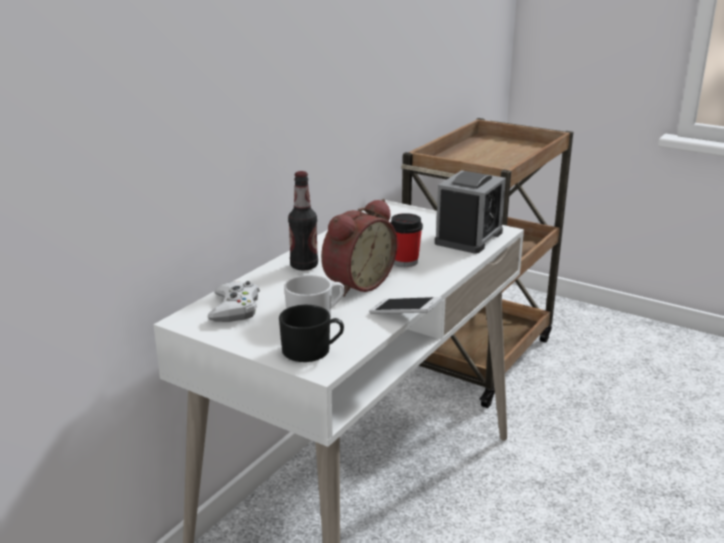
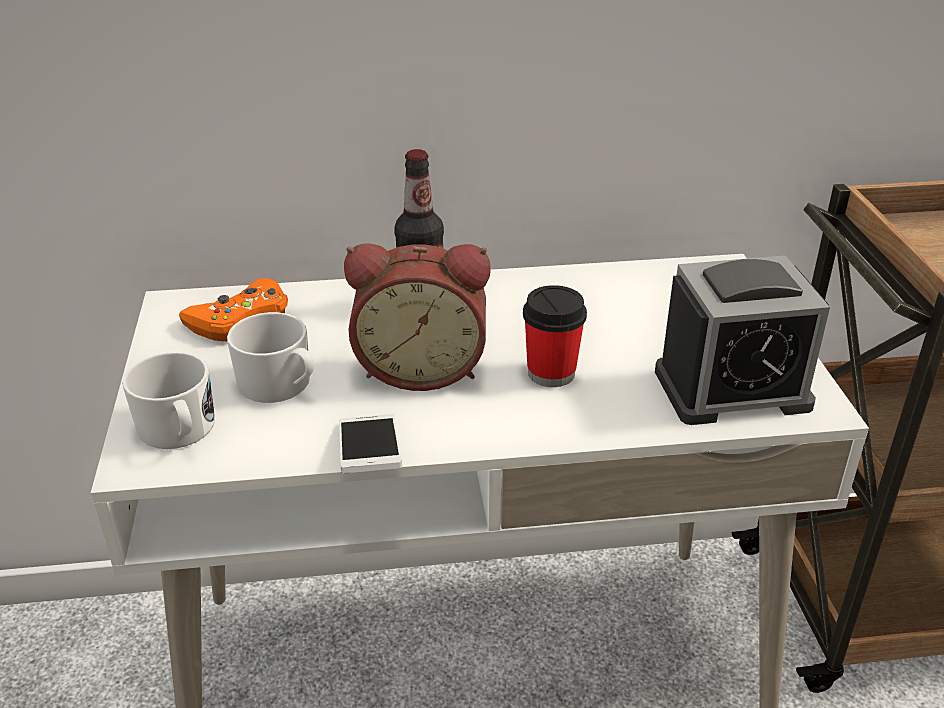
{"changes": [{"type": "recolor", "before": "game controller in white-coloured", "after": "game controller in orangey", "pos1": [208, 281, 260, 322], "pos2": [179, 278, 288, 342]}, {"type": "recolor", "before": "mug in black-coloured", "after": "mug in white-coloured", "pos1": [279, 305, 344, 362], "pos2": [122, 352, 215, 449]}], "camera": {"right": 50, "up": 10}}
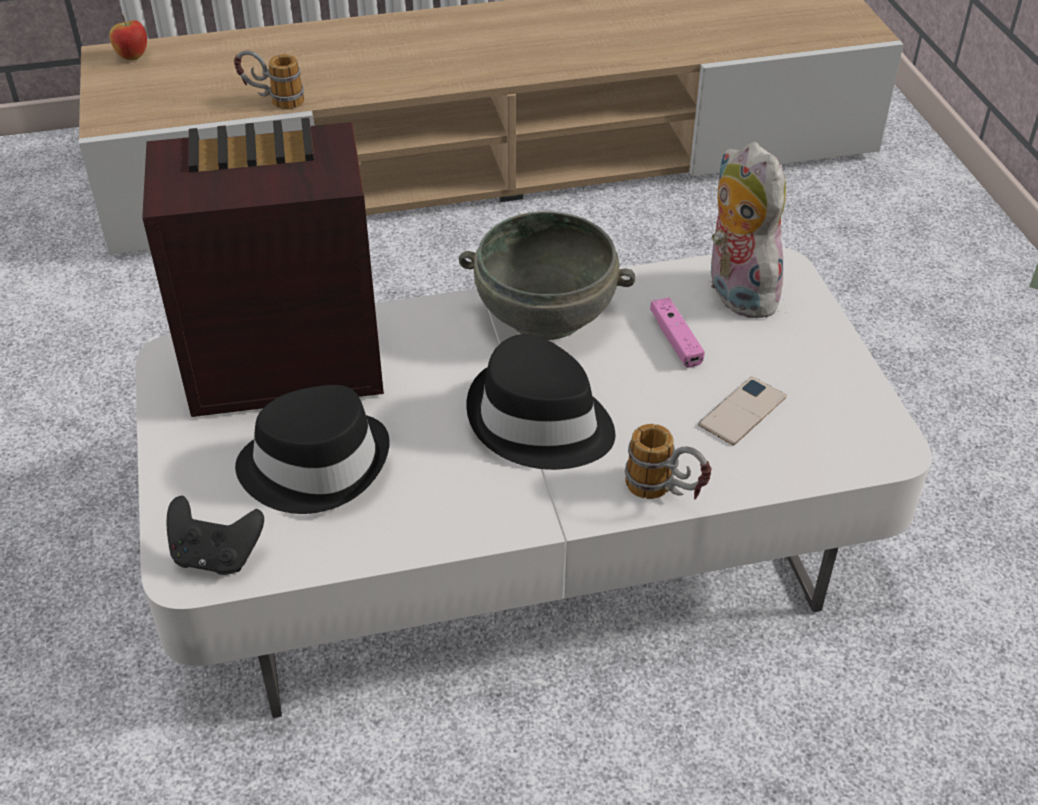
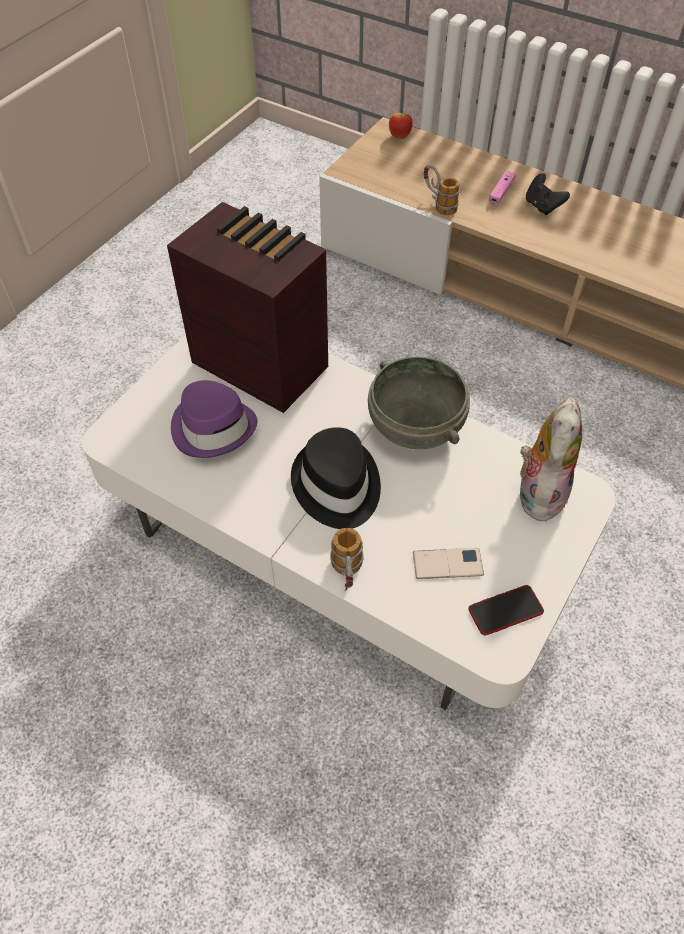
{"changes": [{"type": "move", "before": "game controller in pinkish", "pos1": [650, 298, 705, 368], "pos2": [489, 171, 516, 205]}, {"type": "recolor", "before": "wearable hat in black-coloured", "after": "wearable hat in purple-coloured", "pos1": [235, 385, 390, 514], "pos2": [171, 380, 257, 458]}, {"type": "move", "before": "game controller in black-coloured", "pos1": [166, 496, 264, 575], "pos2": [526, 173, 570, 215]}, {"type": "insert", "after": "telephone", "pos2": [468, 585, 544, 635]}], "camera": {"right": 45, "up": 10}}
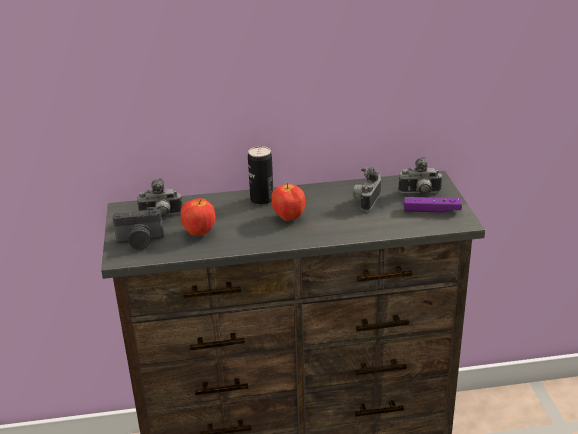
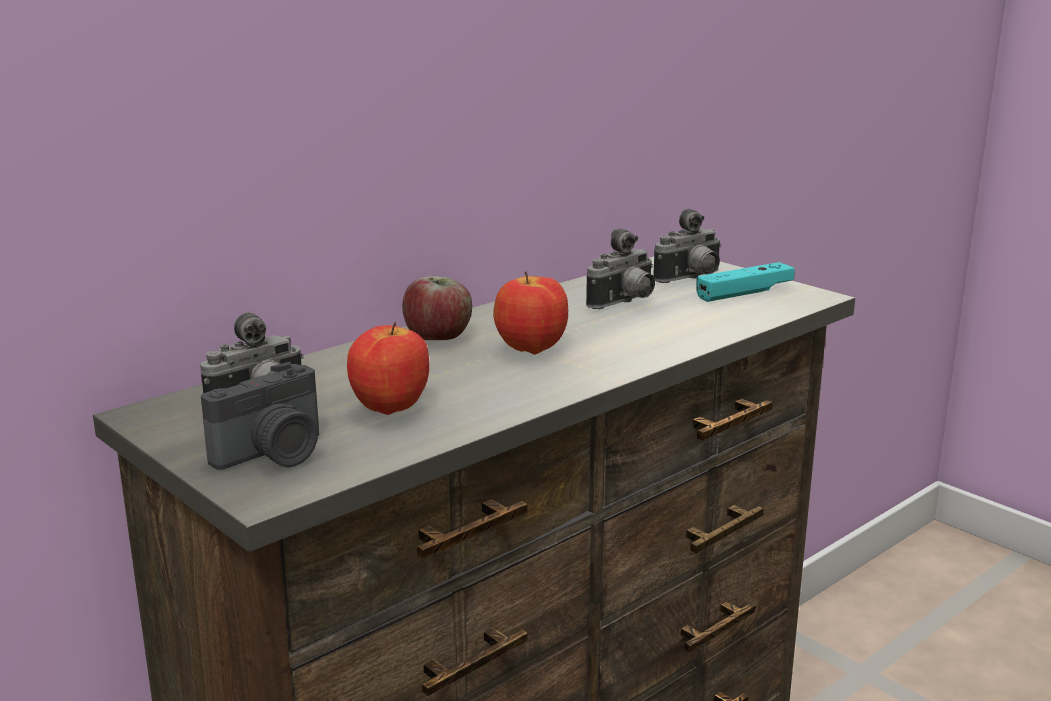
{"changes": [{"type": "replace", "before": "sealed can", "after": "whole apple", "pos1": [248, 146, 273, 205], "pos2": [402, 276, 472, 340]}, {"type": "rotate", "before": "photo camera", "pos1": [353, 167, 381, 211], "pos2": [586, 229, 655, 309], "turn": -120}, {"type": "recolor", "before": "game controller in purple-coloured", "after": "game controller in turquoise-coloured", "pos1": [404, 197, 462, 212], "pos2": [696, 262, 795, 302]}], "camera": {"right": -35, "up": -10}}
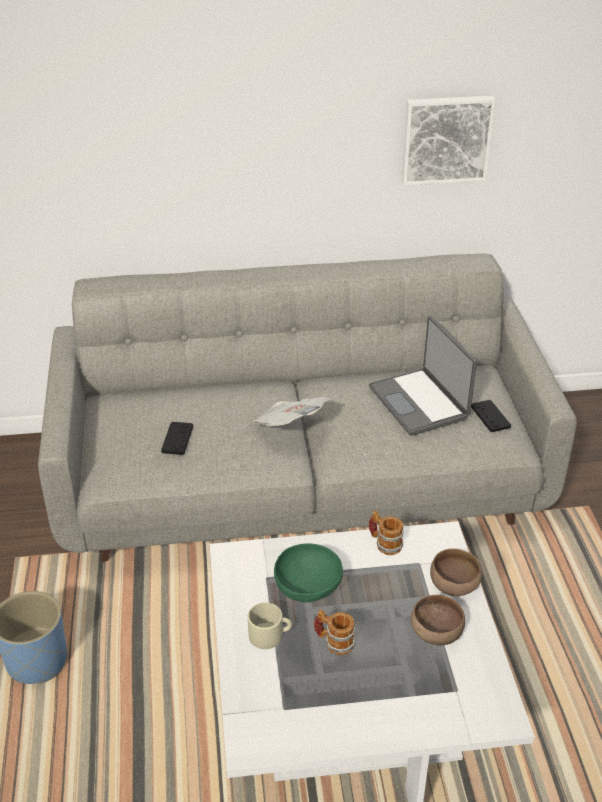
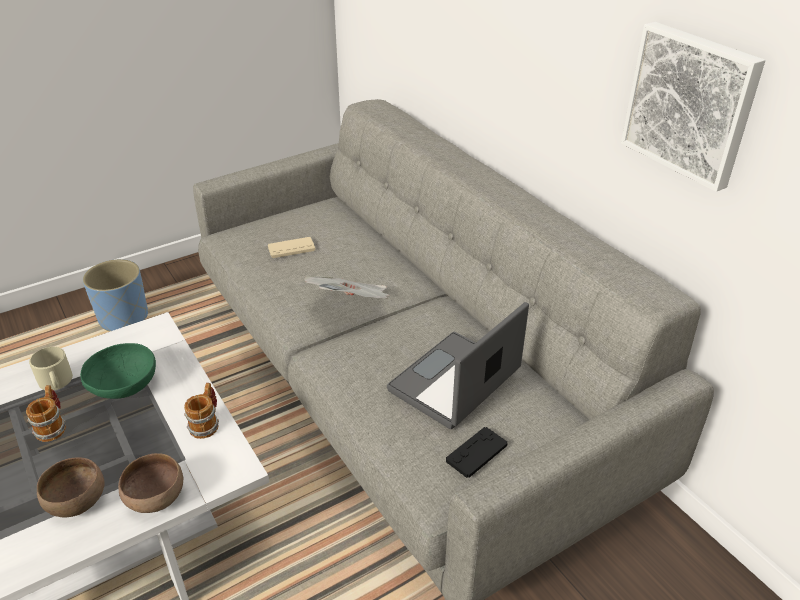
{"changes": [{"type": "recolor", "before": "game controller in black-coloured", "after": "game controller in beige-coloured", "pos1": [161, 422, 193, 455], "pos2": [268, 237, 315, 258]}], "camera": {"right": 65, "up": 0}}
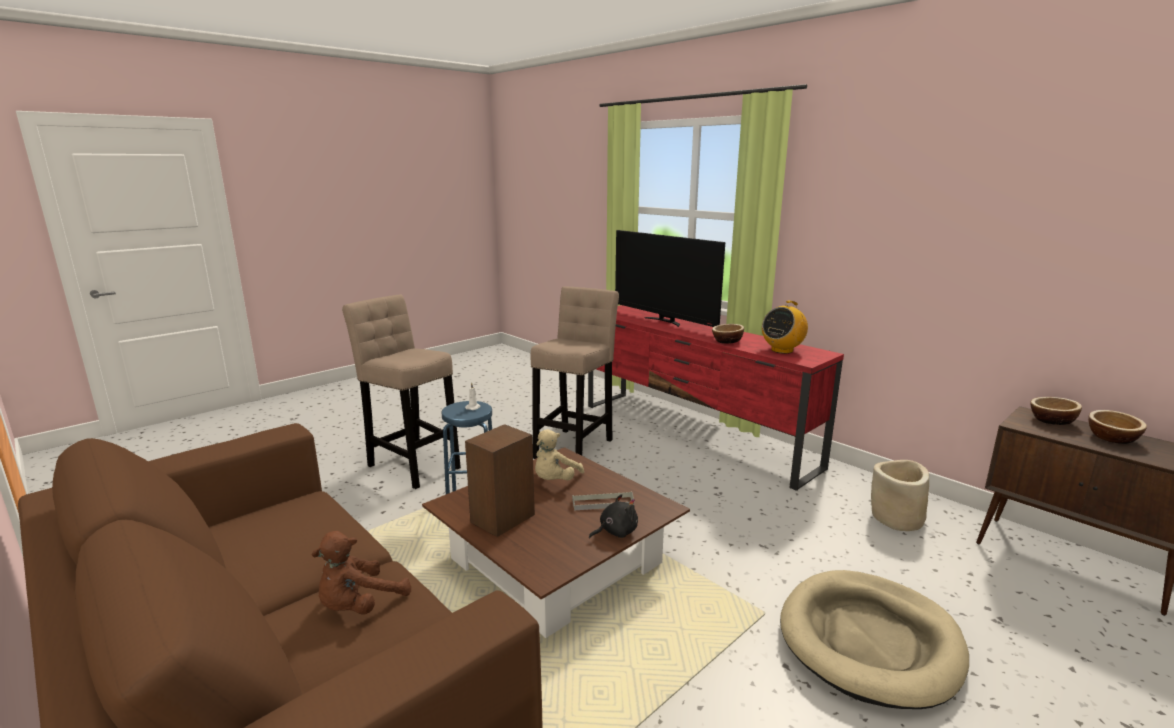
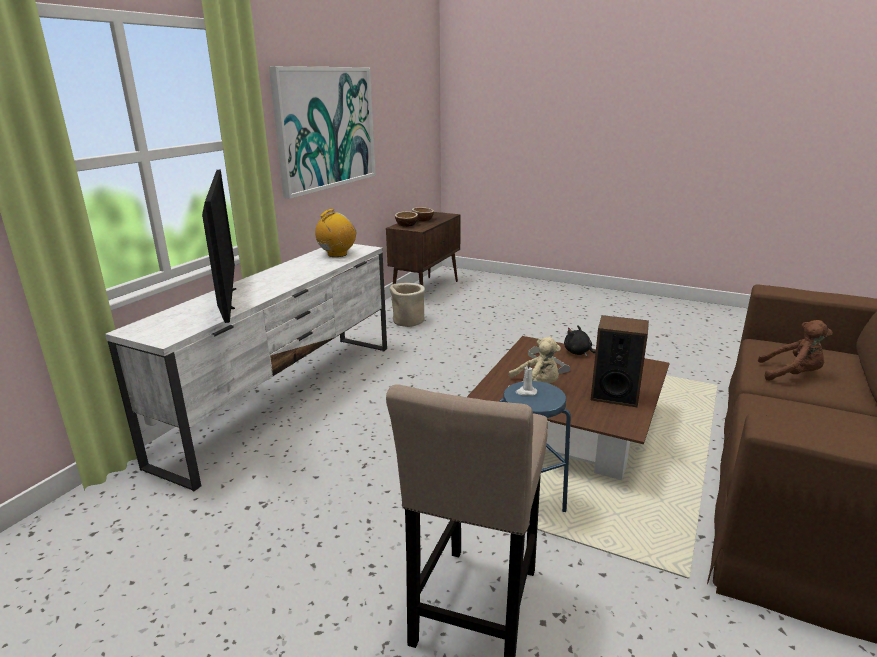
{"changes": [{"type": "rotate", "before": "TV set", "pos1": [615, 230, 725, 327], "pos2": [202, 170, 236, 323], "turn": -45}, {"type": "delete", "before": "stool seat in beige-coloured", "pos1": [530, 286, 619, 459]}, {"type": "rotate", "before": "radio", "pos1": [762, 300, 808, 354], "pos2": [315, 209, 356, 257], "turn": -75}, {"type": "recolor", "before": "tv unit in reddish", "after": "tv unit in white-coloured", "pos1": [588, 305, 844, 491], "pos2": [105, 244, 387, 491]}, {"type": "delete", "before": "deep dish", "pos1": [712, 324, 744, 344]}, {"type": "delete", "before": "dog cushion in beige-coloured", "pos1": [780, 570, 969, 709]}, {"type": "insert", "after": "picture", "pos2": [269, 66, 376, 199]}], "camera": {"right": -110, "up": 5}}
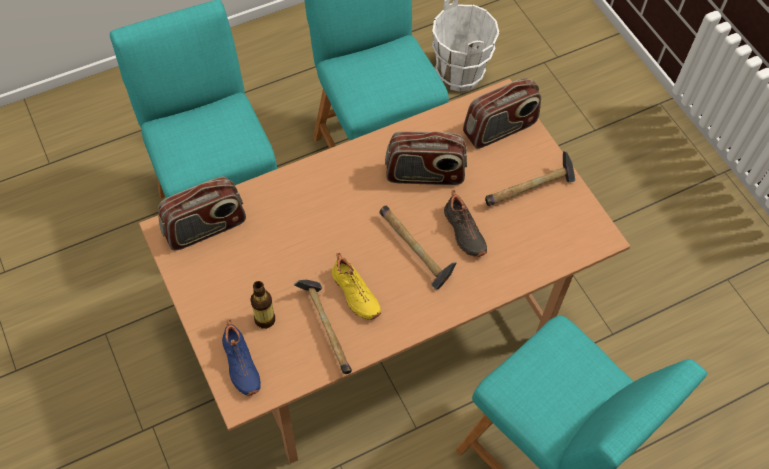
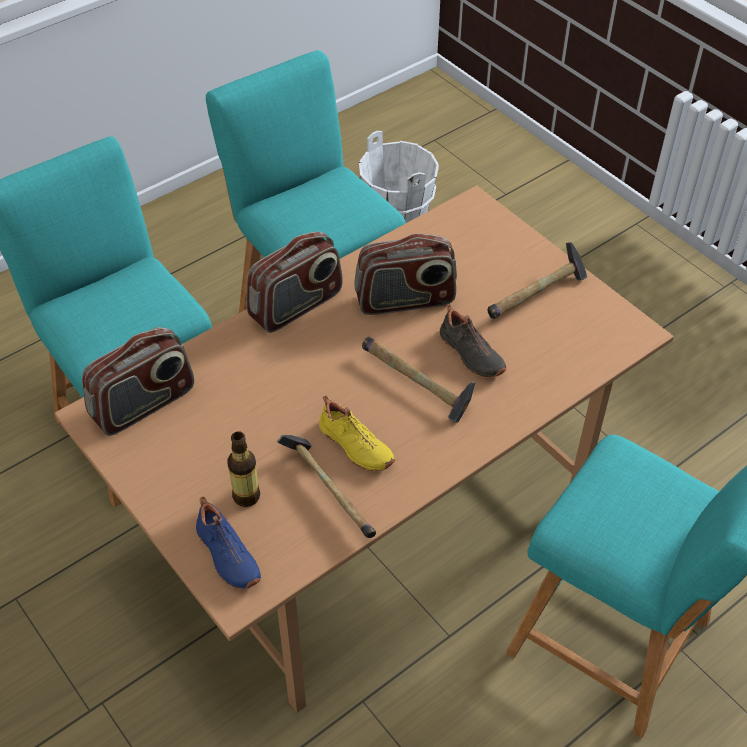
{"changes": [{"type": "move", "before": "radio", "pos1": [463, 78, 541, 149], "pos2": [246, 232, 343, 333]}], "camera": {"right": -10, "up": -10}}
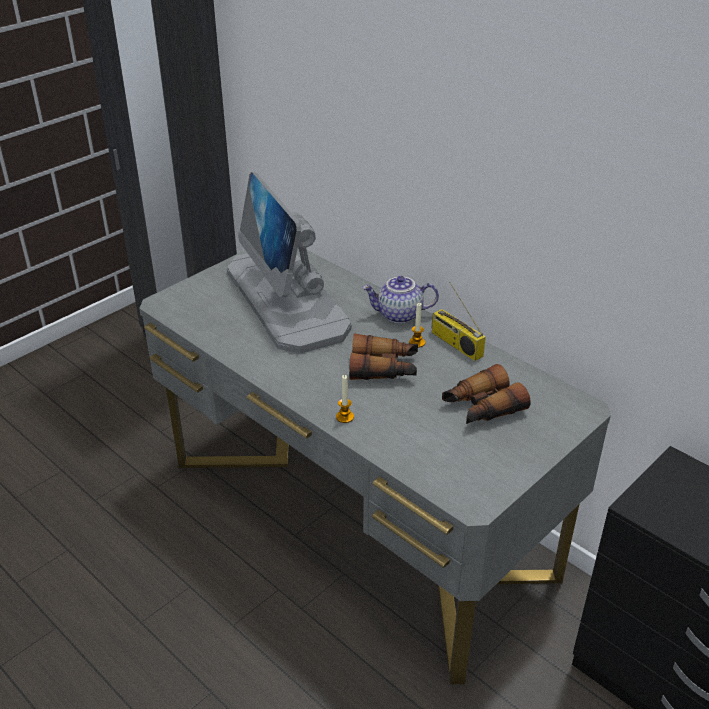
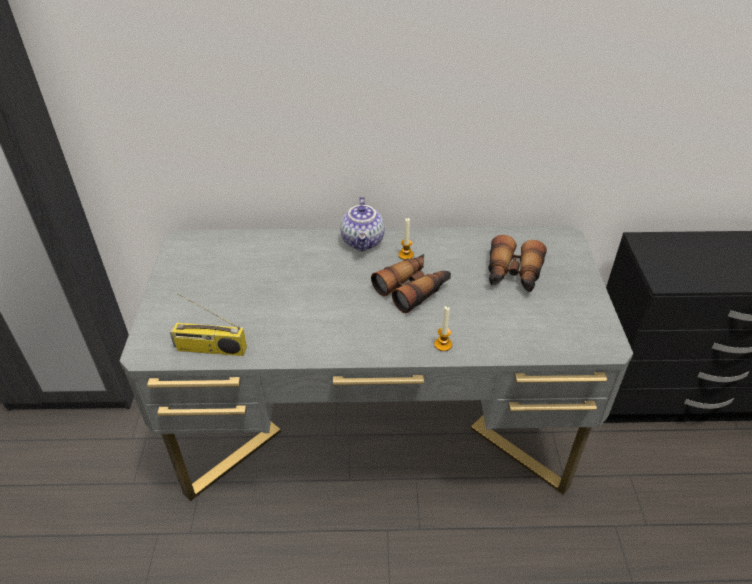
{"changes": [{"type": "delete", "before": "computer screen", "pos1": [227, 172, 352, 354]}, {"type": "rotate", "before": "teapot", "pos1": [362, 276, 439, 324], "pos2": [341, 196, 385, 251], "turn": -45}, {"type": "move", "before": "radio", "pos1": [431, 282, 486, 361], "pos2": [170, 294, 247, 356]}], "camera": {"right": -45, "up": 5}}
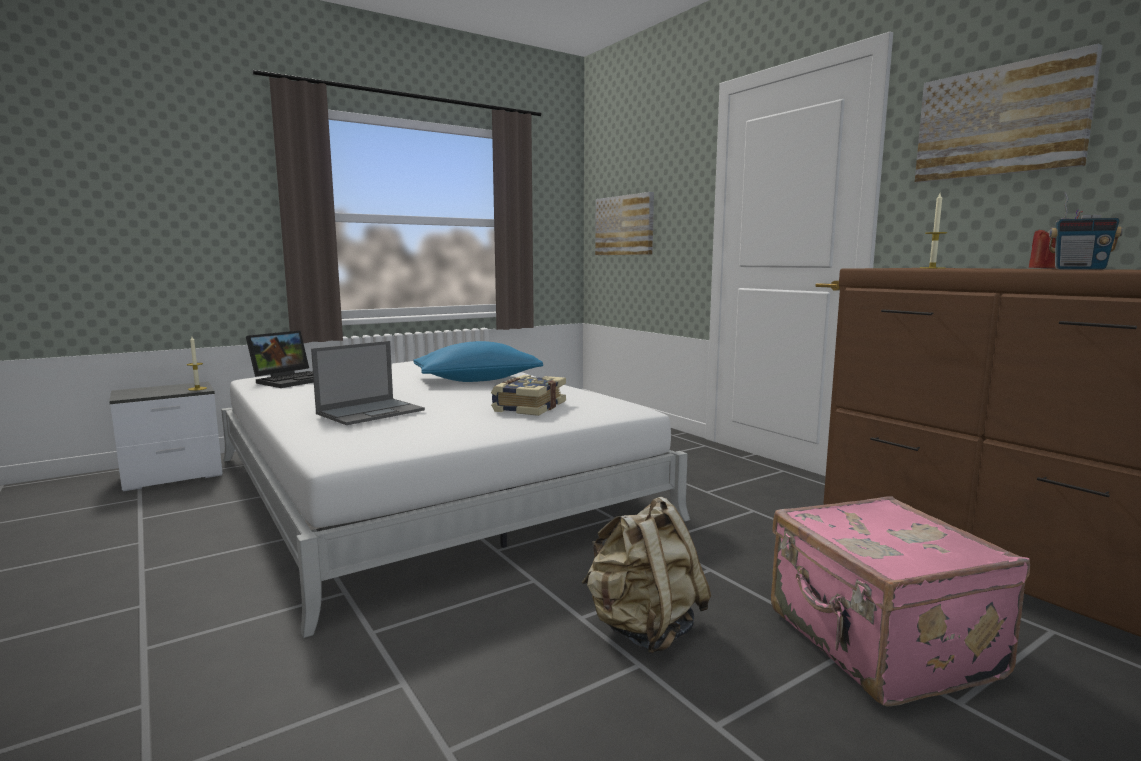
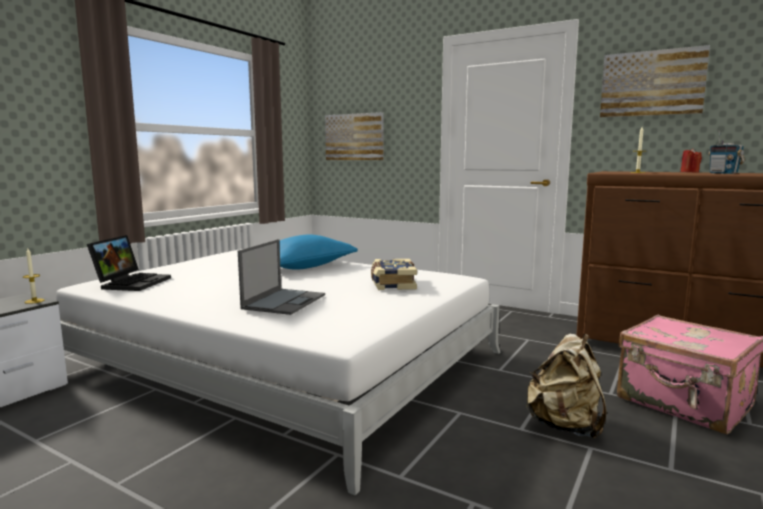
{"changes": [{"type": "rotate", "before": "radio", "pos1": [1049, 192, 1123, 270], "pos2": [708, 130, 745, 174], "turn": 60}], "camera": {"right": -25, "up": 0}}
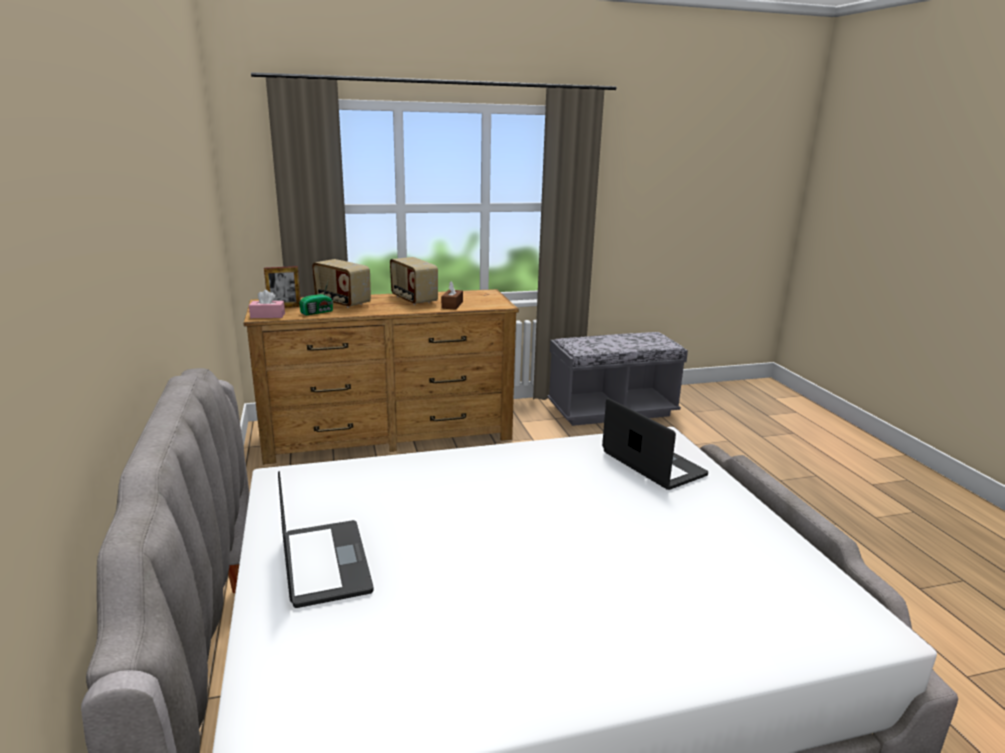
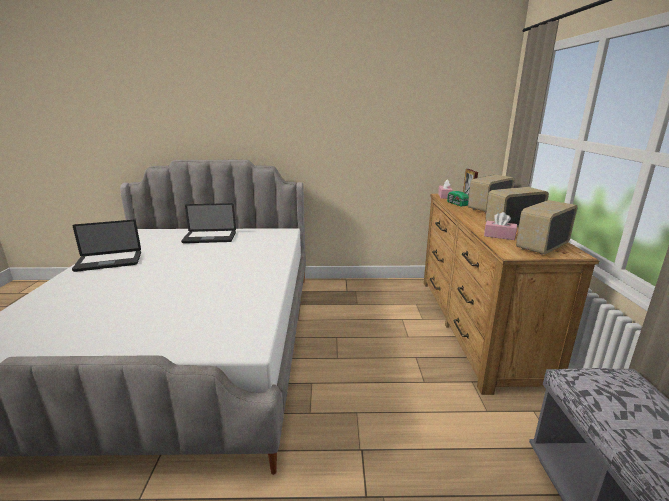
{"changes": [{"type": "recolor", "before": "tissue holder in brown", "after": "tissue holder in pinkish", "pos1": [441, 282, 463, 309], "pos2": [484, 212, 517, 240]}, {"type": "move", "before": "laptop", "pos1": [602, 398, 708, 490], "pos2": [72, 220, 141, 272]}, {"type": "insert", "after": "radio", "pos2": [516, 200, 578, 255]}], "camera": {"right": 105, "up": 0}}
